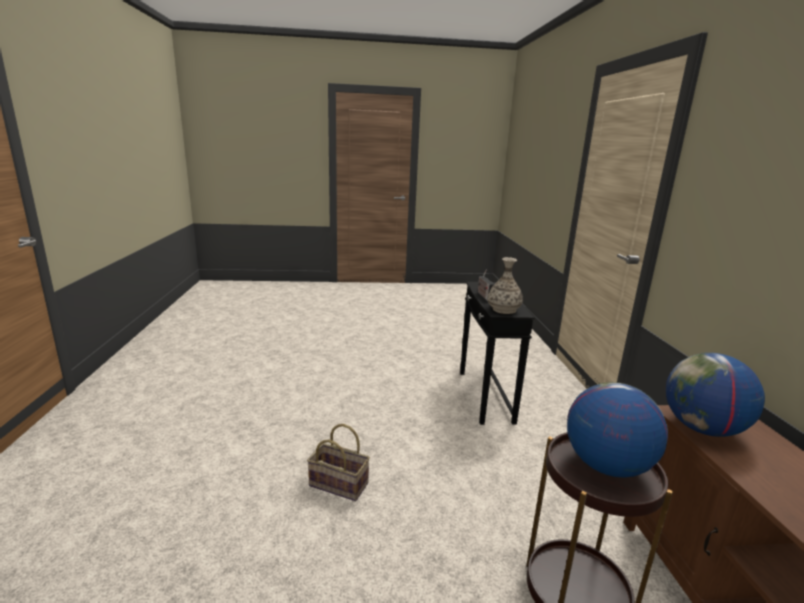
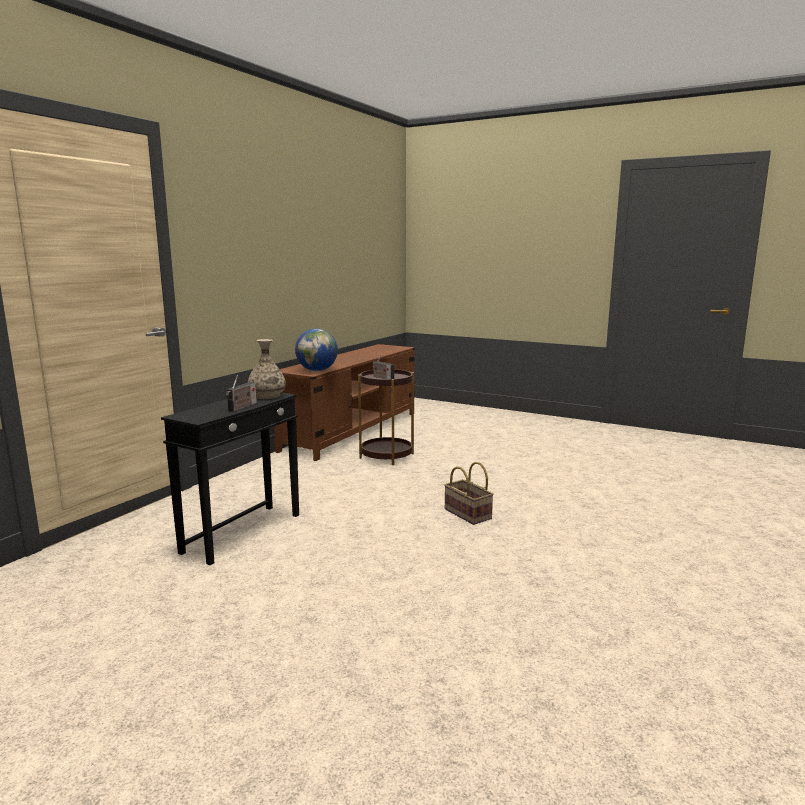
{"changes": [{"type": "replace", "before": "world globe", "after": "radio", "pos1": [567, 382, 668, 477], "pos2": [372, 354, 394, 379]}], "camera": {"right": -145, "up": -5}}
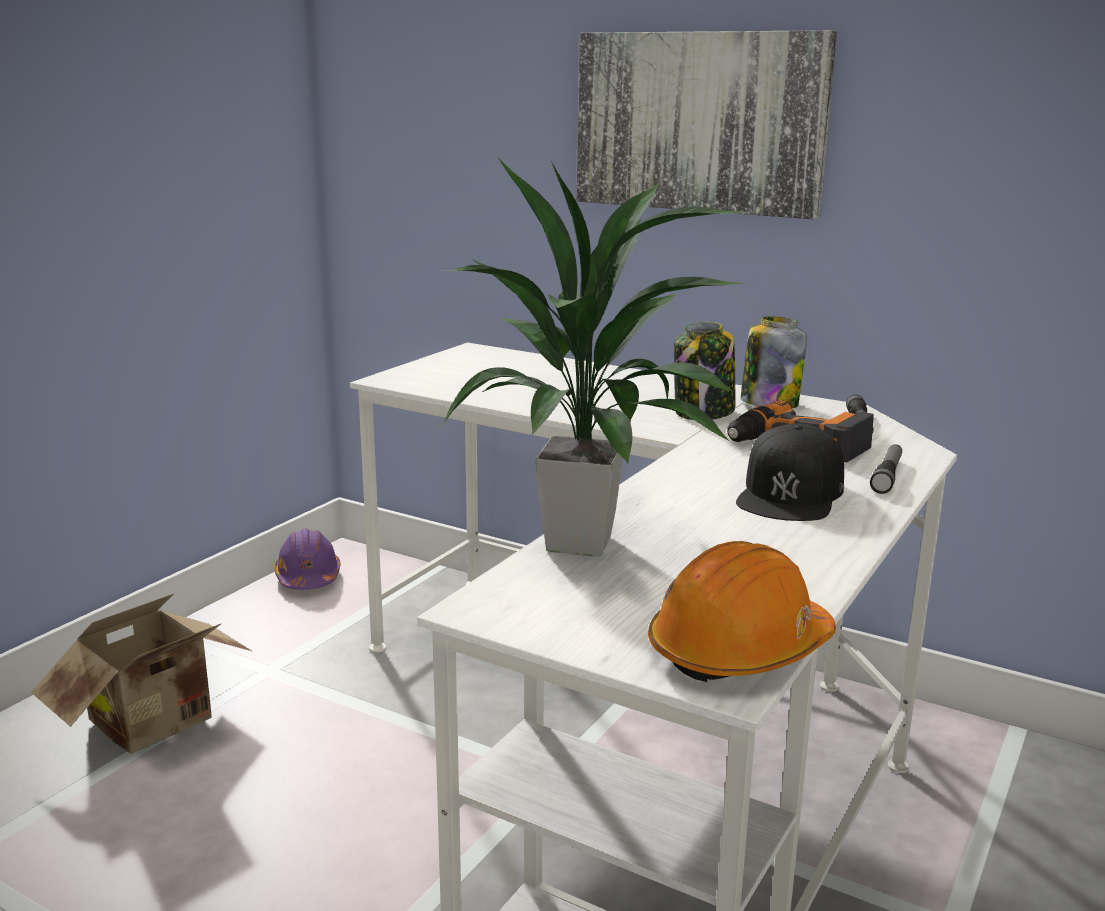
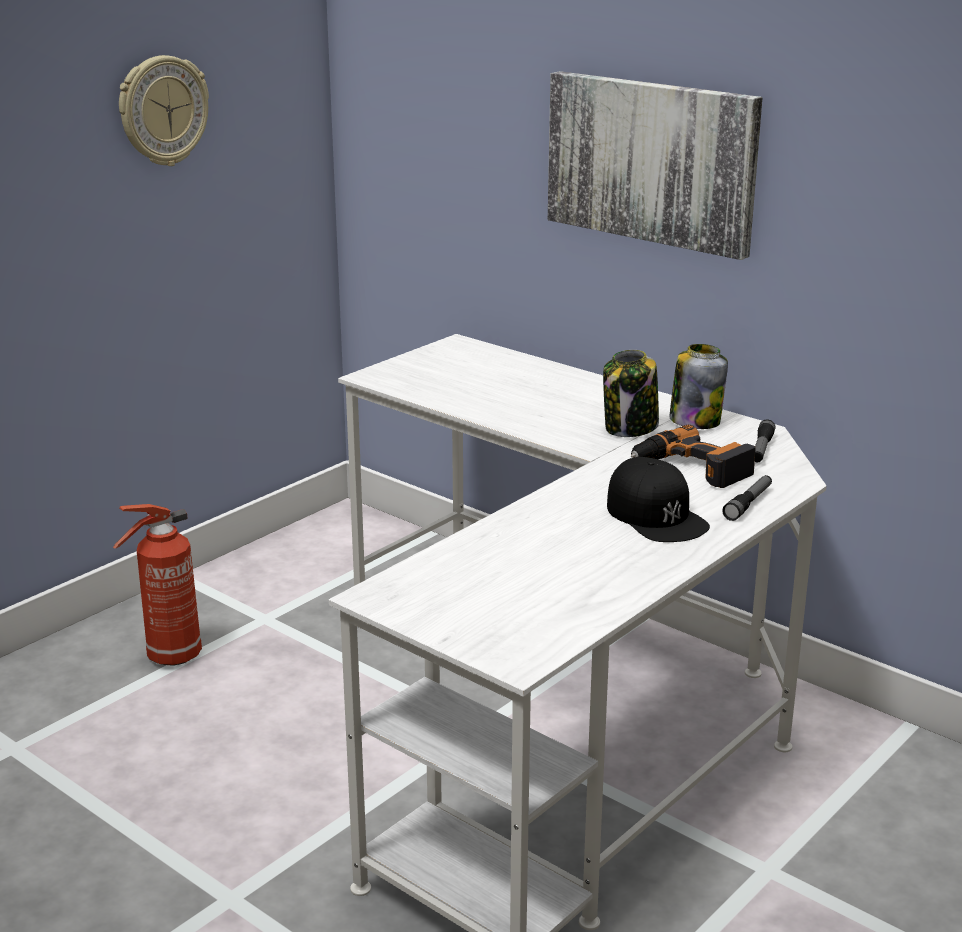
{"changes": [{"type": "delete", "before": "potted plant", "pos1": [438, 156, 746, 557]}, {"type": "rotate", "before": "cap in black-coloured", "pos1": [736, 423, 844, 521], "pos2": [607, 457, 710, 542], "turn": -60}, {"type": "delete", "before": "safety helmet in purple-coloured", "pos1": [274, 529, 341, 590]}, {"type": "delete", "before": "safety helmet in orangey", "pos1": [648, 541, 836, 682]}, {"type": "replace", "before": "carton", "after": "fire-fighting cylinder", "pos1": [31, 593, 252, 754], "pos2": [113, 504, 202, 666]}, {"type": "insert", "after": "hanging clock", "pos2": [119, 55, 209, 166]}], "camera": {"right": 10, "up": 5}}
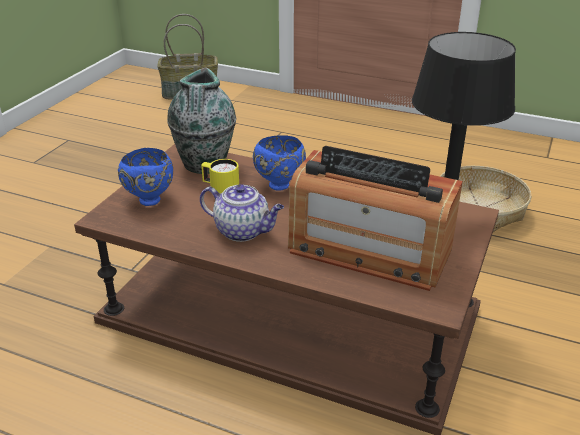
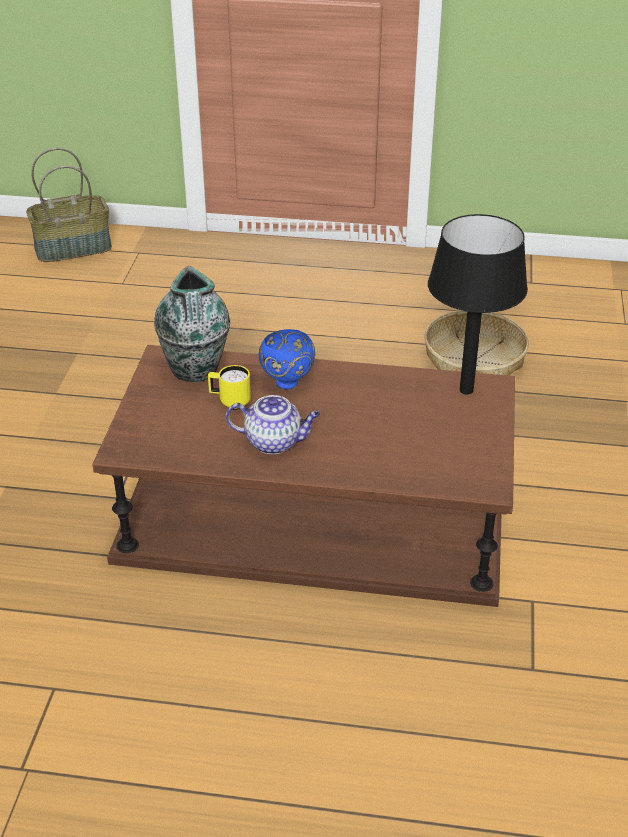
{"changes": [{"type": "delete", "before": "radio", "pos1": [288, 146, 463, 291]}, {"type": "delete", "before": "deep dish in blue-coloured", "pos1": [118, 148, 173, 206]}], "camera": {"right": -15, "up": 5}}
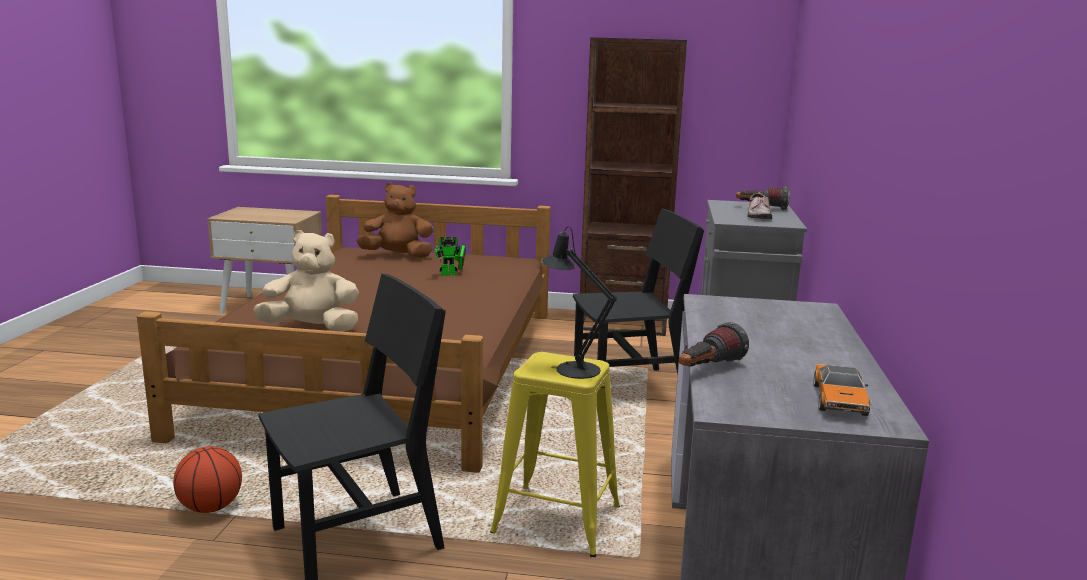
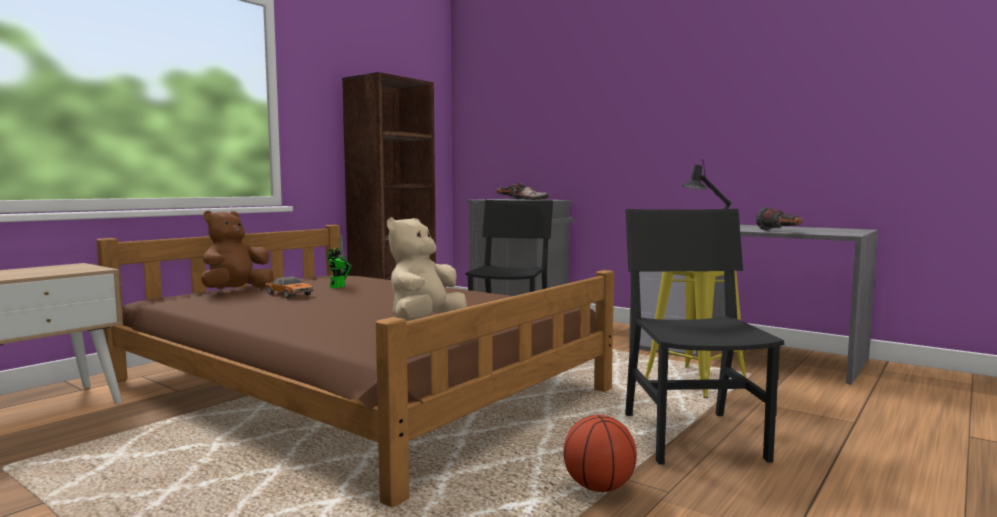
{"changes": [{"type": "move", "before": "model car", "pos1": [814, 364, 870, 416], "pos2": [265, 276, 314, 299]}], "camera": {"right": -60, "up": -10}}
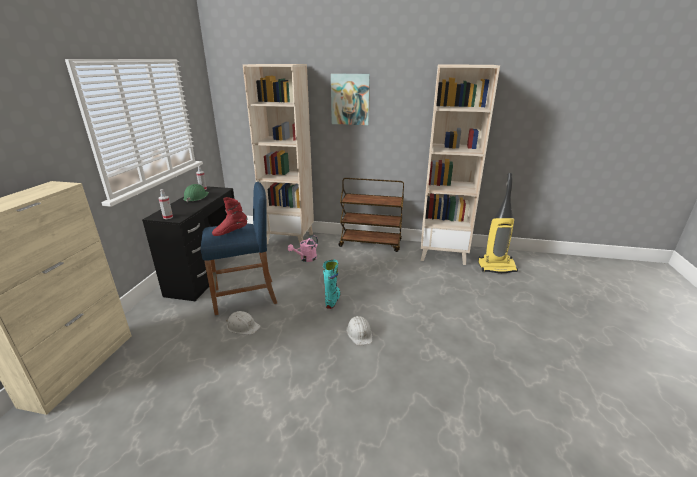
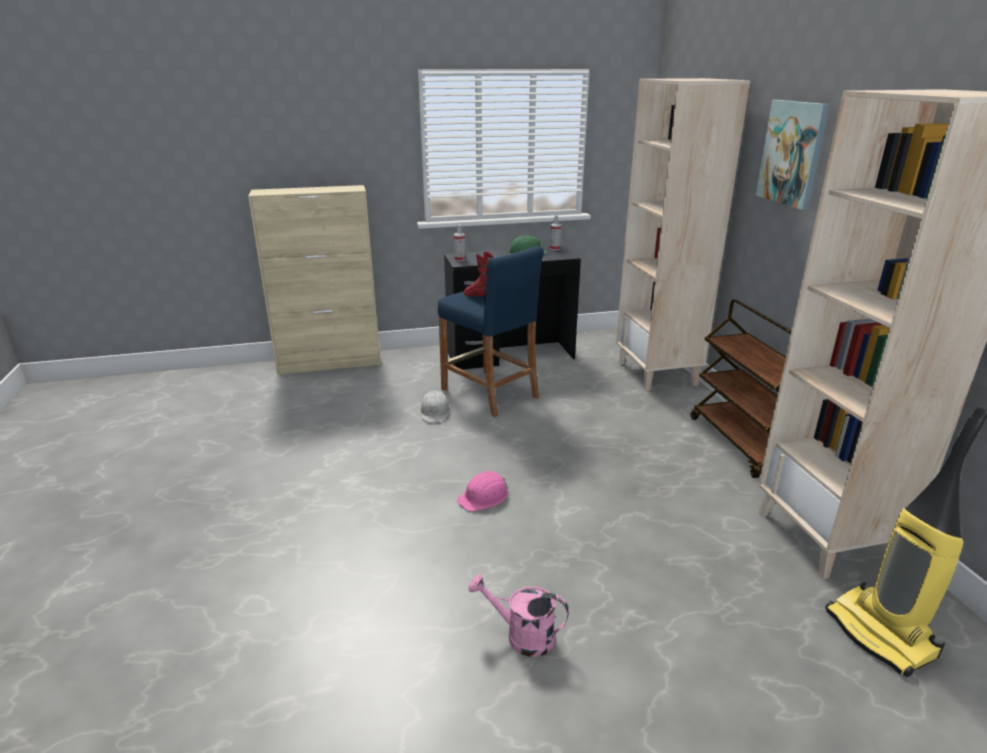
{"changes": [{"type": "move", "before": "watering pot in pinkish", "pos1": [288, 235, 318, 262], "pos2": [468, 574, 569, 657]}, {"type": "delete", "before": "high-top boot in turquoise-coloured", "pos1": [323, 260, 341, 309]}, {"type": "recolor", "before": "safety helmet in white-coloured", "after": "safety helmet in pinkish", "pos1": [346, 316, 372, 346], "pos2": [457, 471, 508, 512]}], "camera": {"right": 65, "up": 0}}
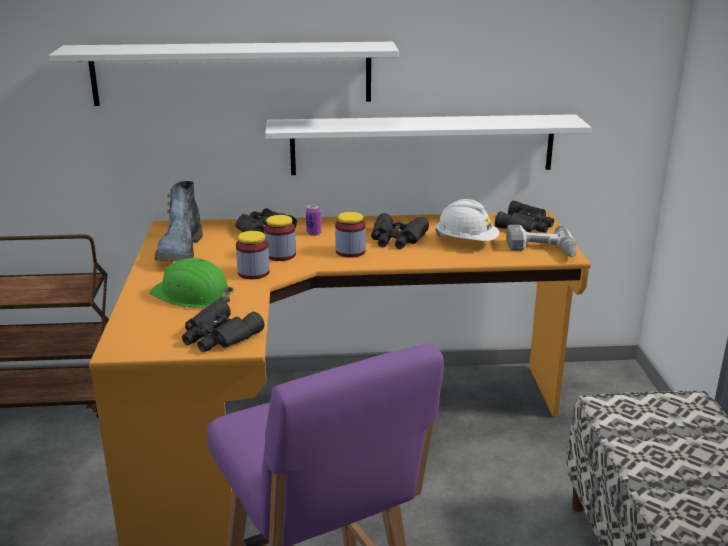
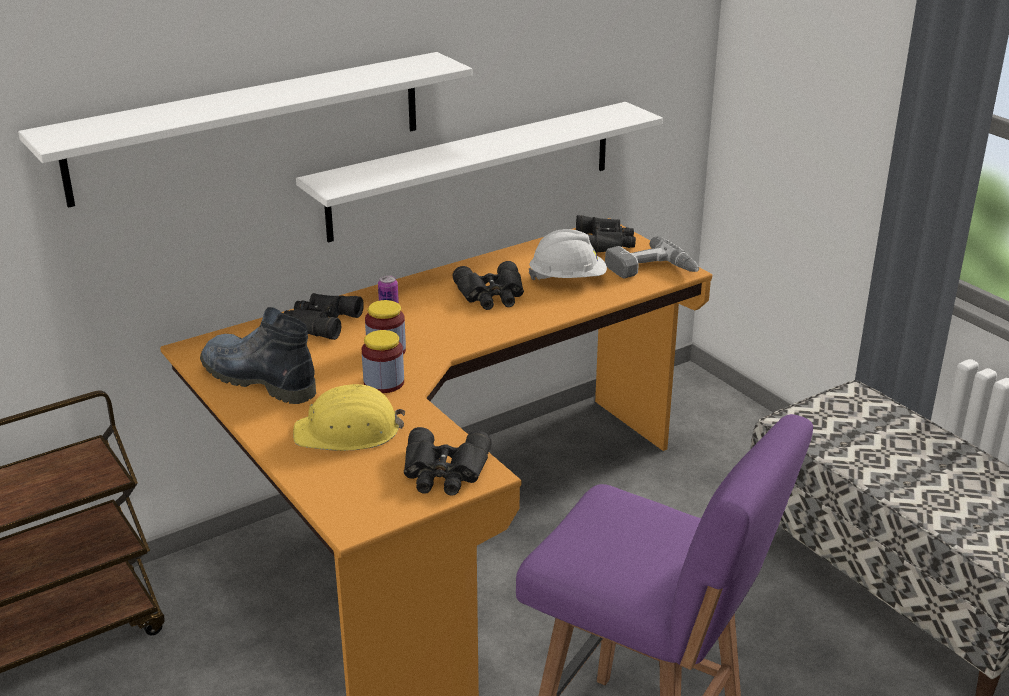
{"changes": [{"type": "rotate", "before": "high-top boot", "pos1": [155, 181, 203, 261], "pos2": [200, 307, 316, 404], "turn": 150}, {"type": "delete", "before": "preserve jar", "pos1": [335, 212, 366, 258]}, {"type": "recolor", "before": "safety helmet in greenish", "after": "safety helmet in yellowish", "pos1": [150, 258, 234, 308], "pos2": [293, 384, 405, 451]}], "camera": {"right": -30, "up": 5}}
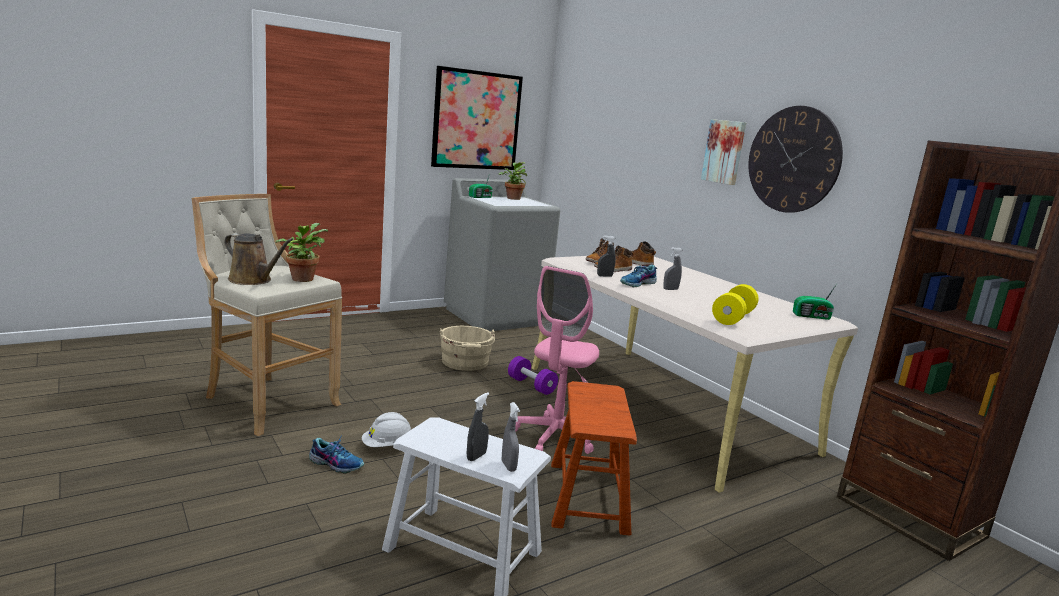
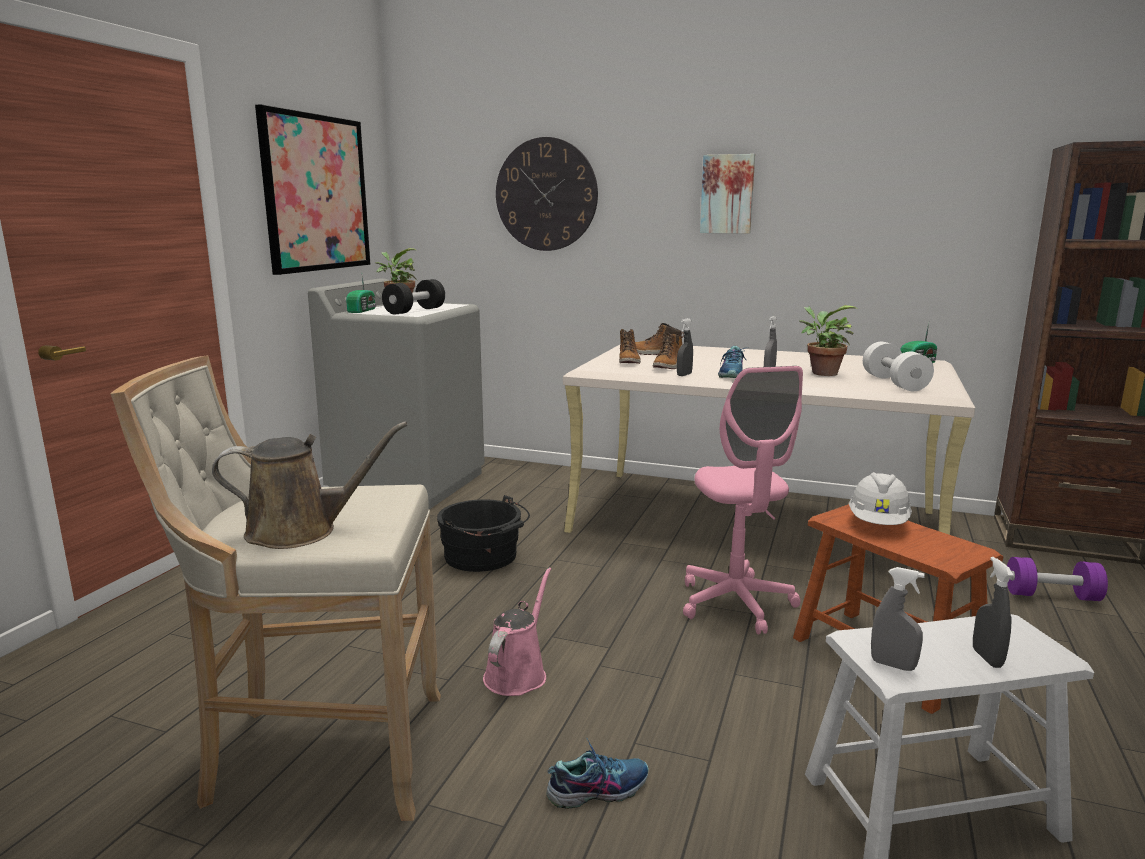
{"changes": [{"type": "move", "before": "hanging clock", "pos1": [748, 106, 843, 213], "pos2": [496, 137, 598, 251]}, {"type": "move", "before": "potted plant", "pos1": [275, 223, 328, 282], "pos2": [799, 305, 857, 376]}, {"type": "recolor", "before": "hand weight in yellowish", "after": "hand weight in white-coloured", "pos1": [712, 284, 759, 325], "pos2": [863, 342, 934, 391]}, {"type": "recolor", "before": "water bucket in beige-coloured", "after": "water bucket in black-coloured", "pos1": [440, 326, 495, 371], "pos2": [437, 495, 530, 572]}, {"type": "move", "before": "hand weight in purple-coloured", "pos1": [508, 356, 558, 395], "pos2": [1007, 557, 1108, 601]}, {"type": "move", "before": "sprayer in greyish", "pos1": [502, 402, 520, 472], "pos2": [871, 567, 925, 671]}, {"type": "move", "before": "safety helmet in white-coloured", "pos1": [362, 412, 411, 447], "pos2": [849, 472, 912, 525]}, {"type": "insert", "after": "hand weight in black-coloured", "pos2": [382, 279, 445, 315]}, {"type": "insert", "after": "watering pot in pinkish", "pos2": [483, 567, 551, 696]}], "camera": {"right": -35, "up": 0}}
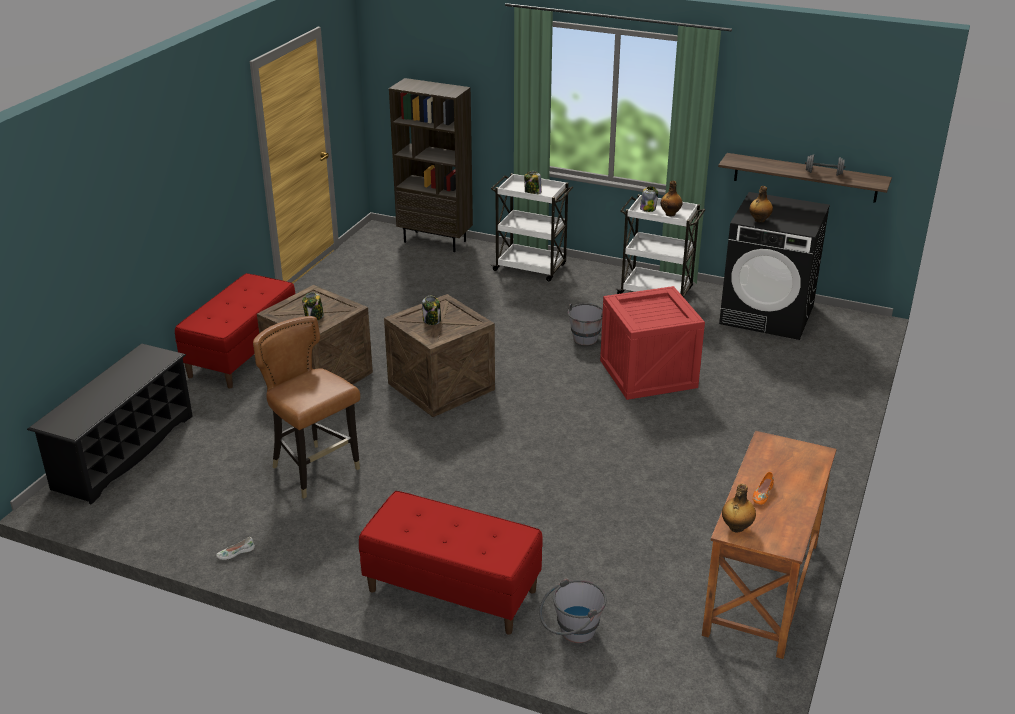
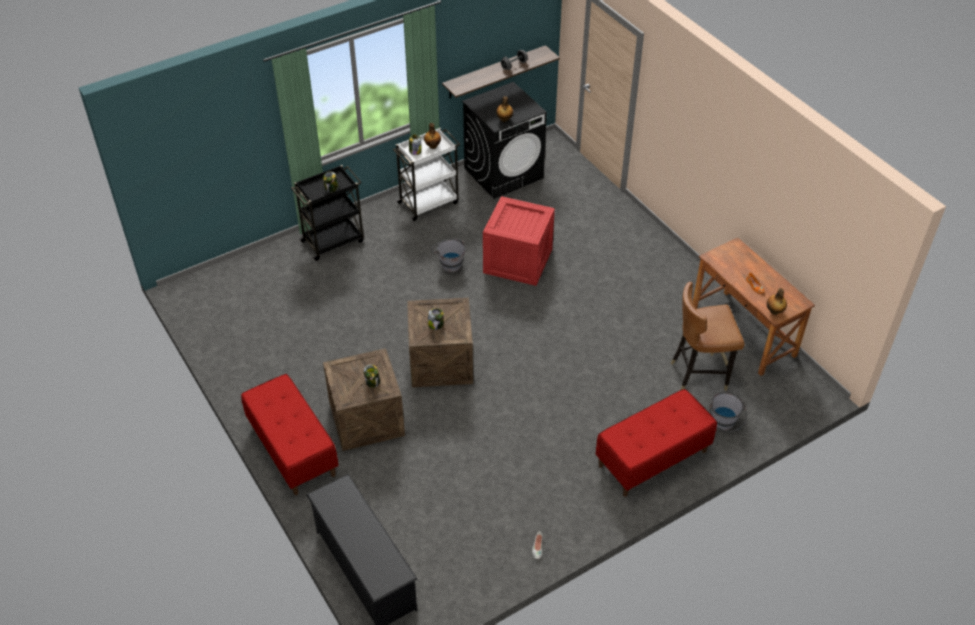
{"changes": [{"type": "delete", "before": "shelving unit in brown", "pos1": [389, 78, 473, 252]}, {"type": "recolor", "before": "trolley in white-coloured", "after": "trolley in black-coloured", "pos1": [491, 173, 573, 281], "pos2": [291, 165, 364, 261]}, {"type": "move", "before": "plain chair in brown", "pos1": [253, 316, 360, 499], "pos2": [671, 282, 745, 391]}], "camera": {"right": -55, "up": 15}}
